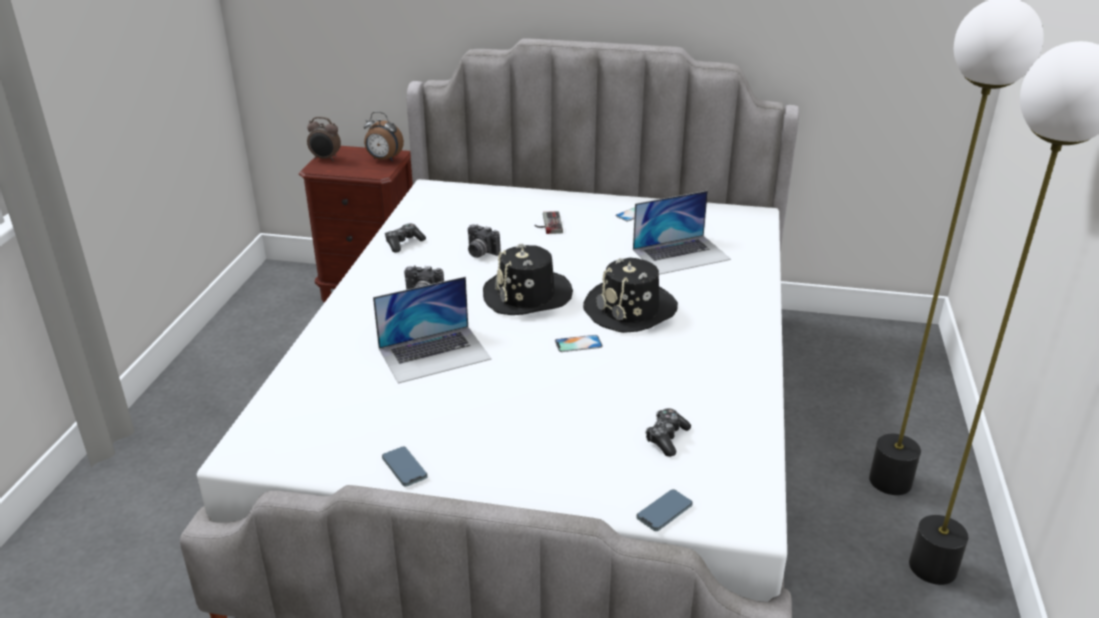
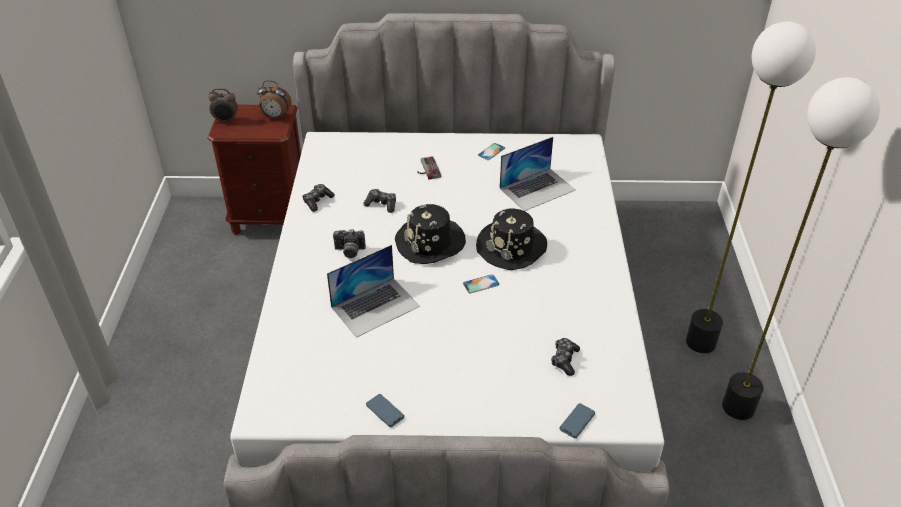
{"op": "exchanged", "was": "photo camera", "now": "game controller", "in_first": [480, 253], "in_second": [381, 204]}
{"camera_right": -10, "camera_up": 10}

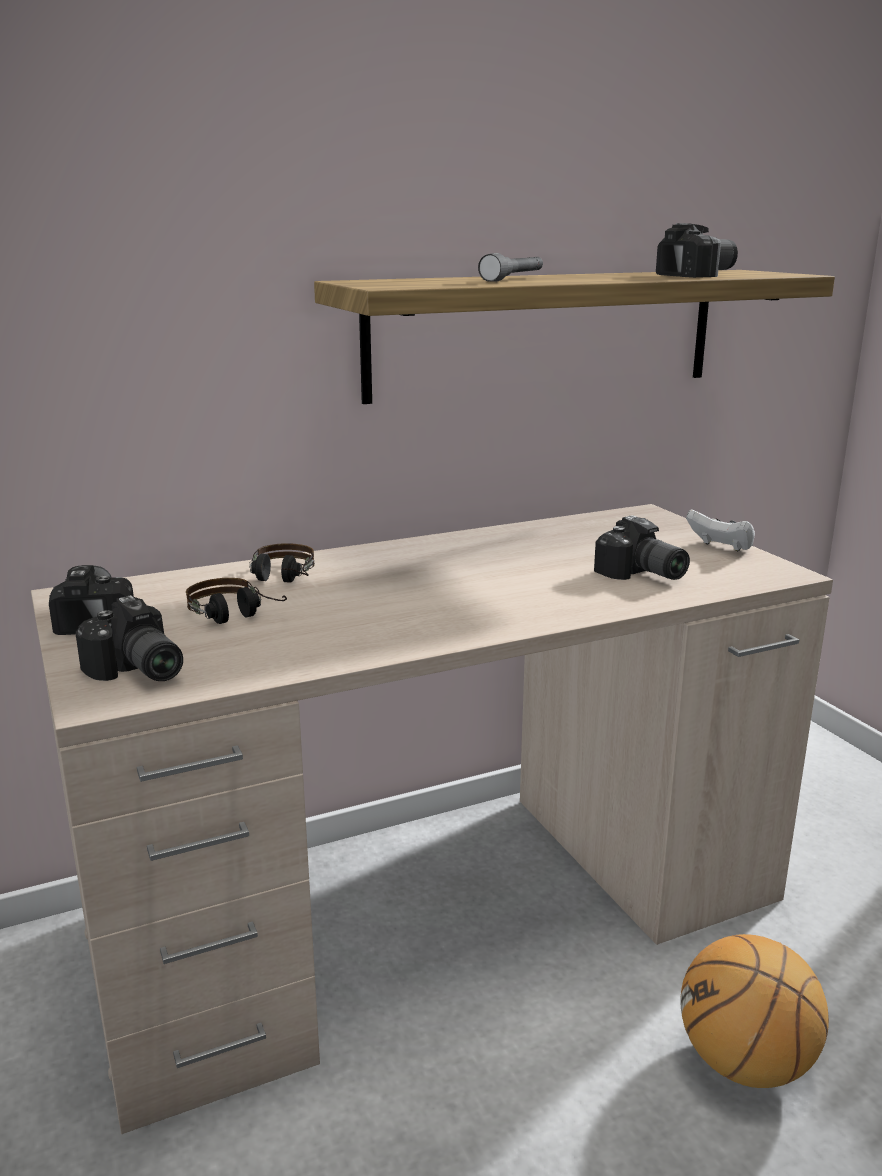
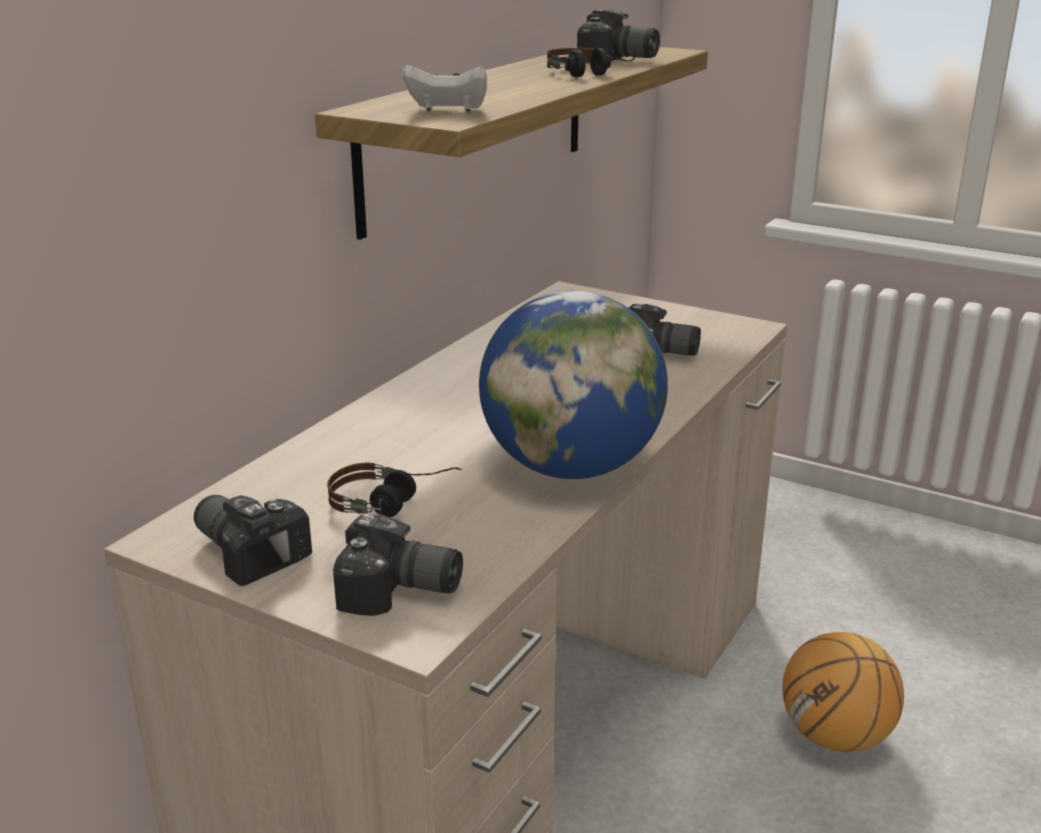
{"op": "missing", "was": "flashlight (grey)", "in_first": [514, 279]}
{"op": "appeared", "now": "globe", "in_second": [570, 467]}
{"op": "relocated", "was": "headphones", "in_first": [282, 580], "in_second": [590, 75]}
{"op": "relocated", "was": "game controller (white)", "in_first": [720, 548], "in_second": [447, 111]}
{"op": "spun", "was": "photo camera", "in_first": [702, 275], "in_second": [617, 60], "clockwise": 90}
{"camera_right": -35, "camera_up": 5}

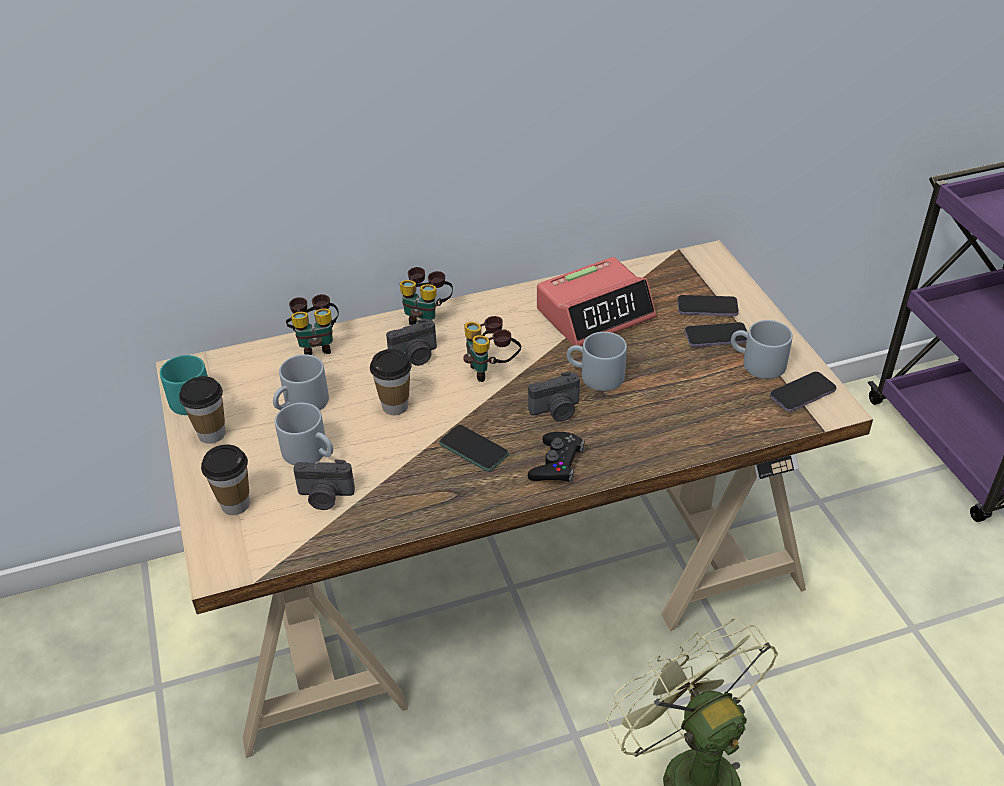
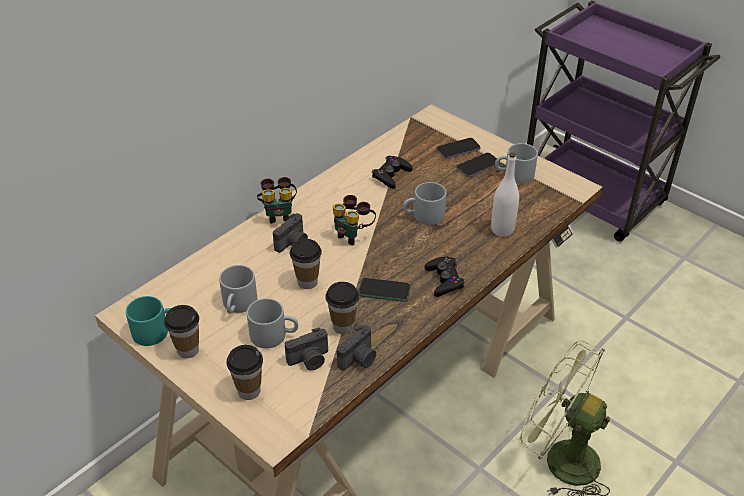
{"op": "missing", "was": "binoculars", "in_first": [316, 344]}
{"op": "missing", "was": "phone", "in_first": [802, 393]}
{"op": "appeared", "now": "cup", "in_second": [343, 326]}
{"op": "appeared", "now": "bottle (white)", "in_second": [502, 230]}
{"op": "relocated", "was": "photo camera", "in_first": [556, 411], "in_second": [359, 359]}
{"op": "exchanged", "was": "alarm clock", "now": "game controller (black)", "in_first": [595, 313], "in_second": [391, 175]}
{"camera_right": -30, "camera_up": 0}

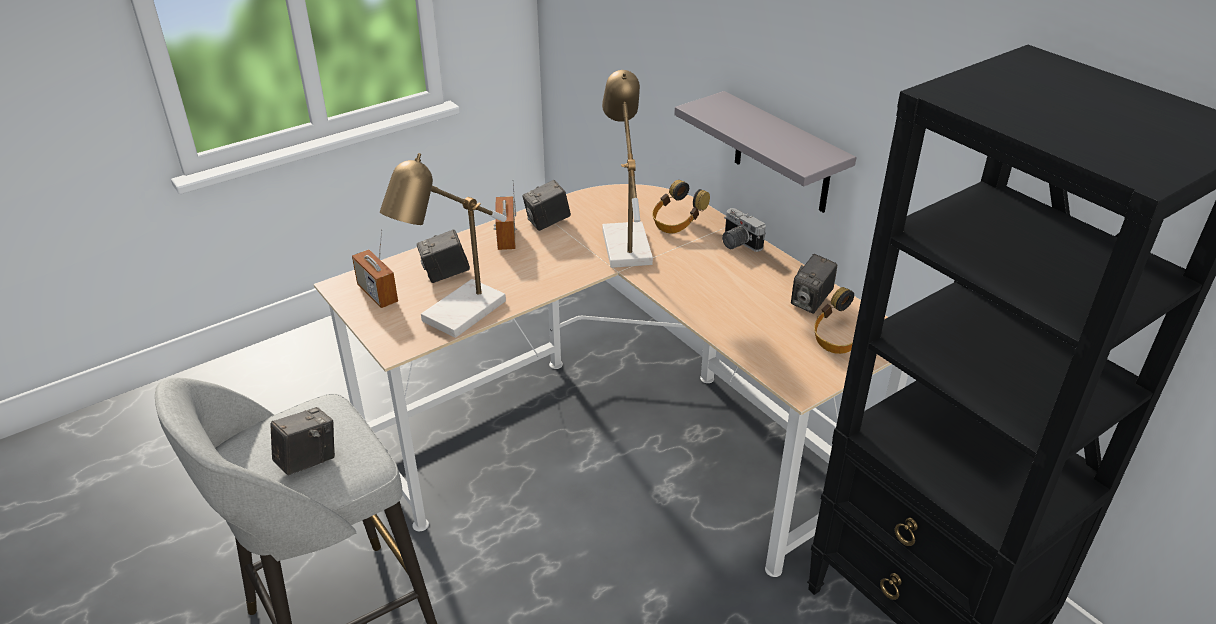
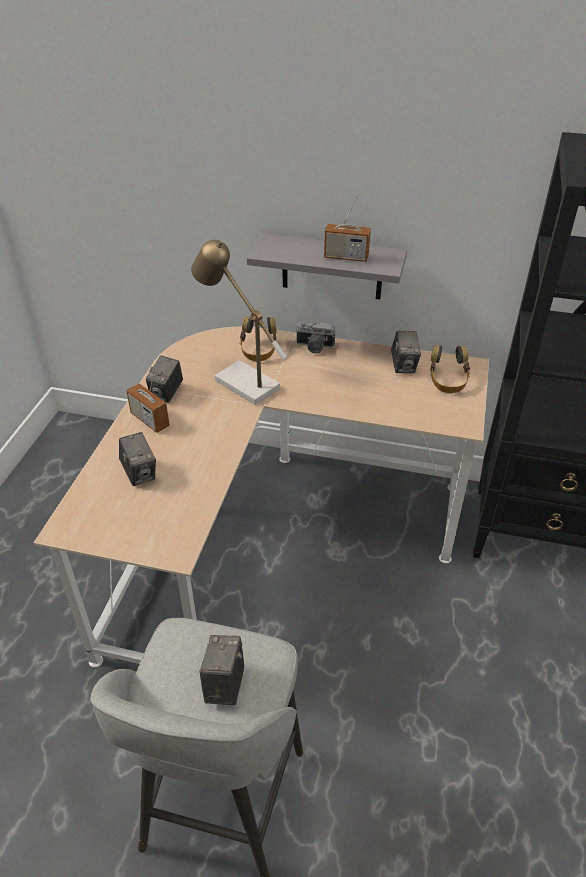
{"op": "missing", "was": "table lamp", "in_first": [457, 317]}
{"op": "relocated", "was": "radio", "in_first": [377, 294], "in_second": [346, 257]}
{"op": "spun", "was": "photo camera", "in_first": [445, 274], "in_second": [140, 473], "clockwise": -60}
{"camera_right": -40, "camera_up": 5}

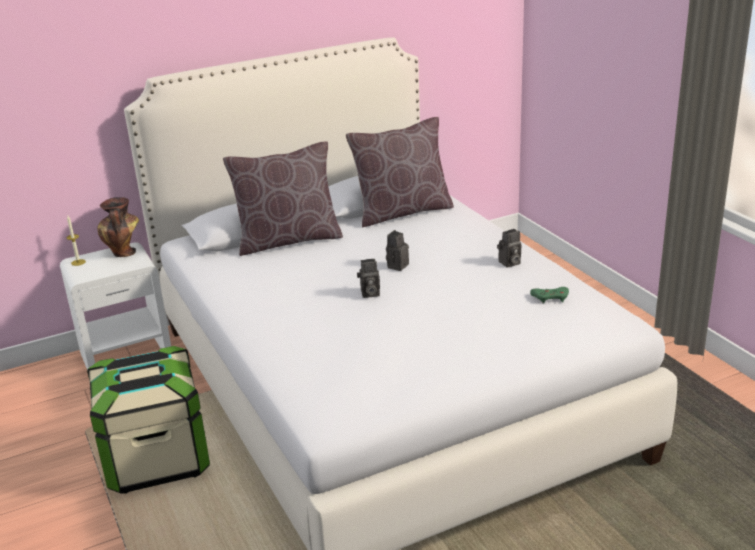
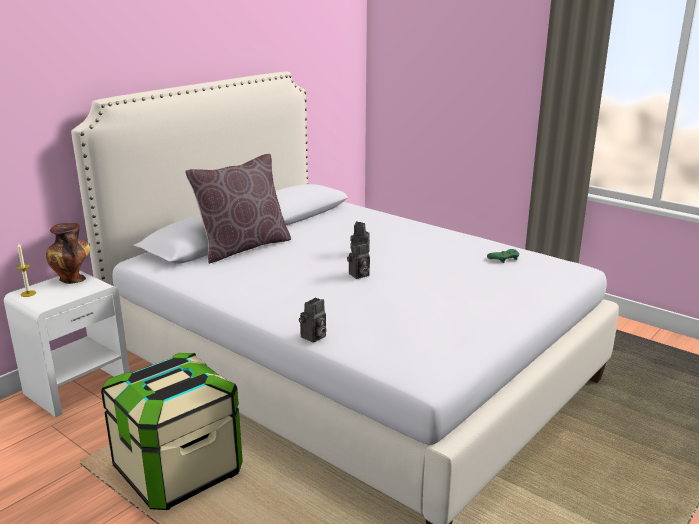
{"op": "missing", "was": "pillow (brown)", "in_first": [402, 212]}
{"op": "relocated", "was": "photo camera", "in_first": [509, 263], "in_second": [313, 337]}
{"camera_right": -25, "camera_up": -5}

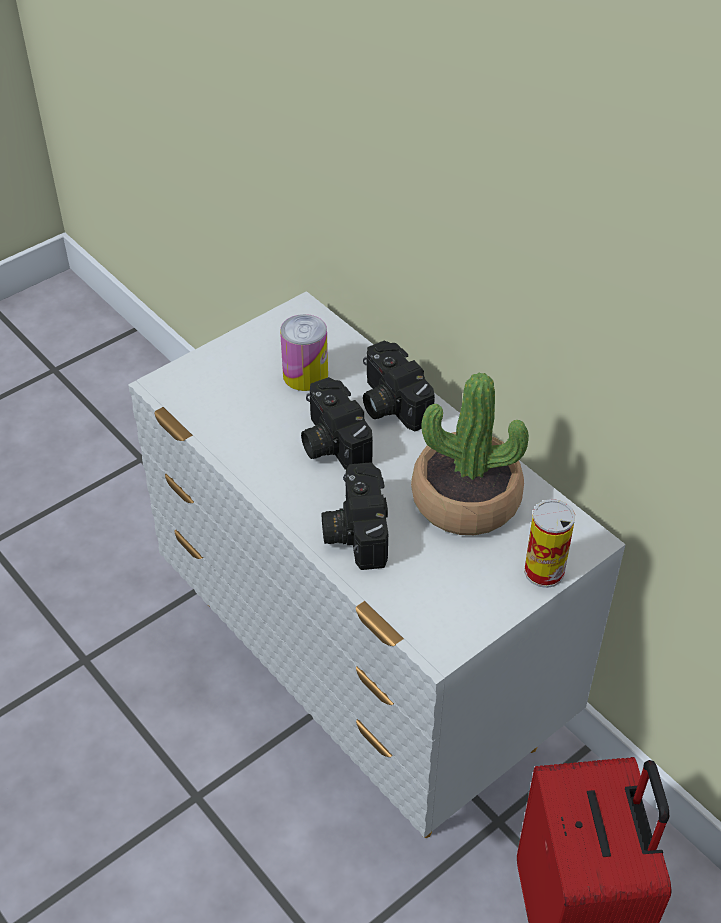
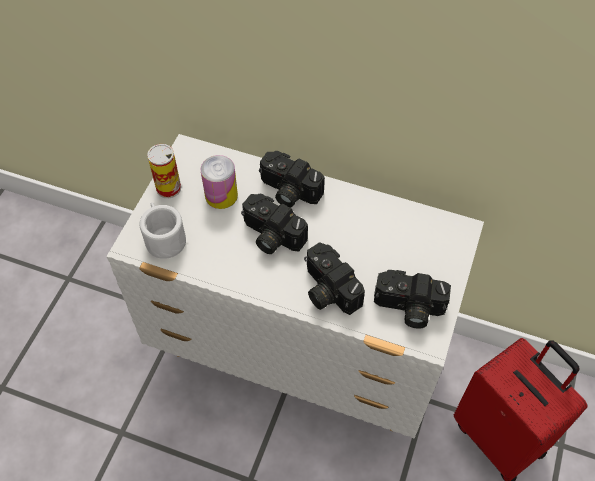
{"op": "missing", "was": "potted plant", "in_first": [465, 499]}
{"op": "appeared", "now": "mug (white)", "in_second": [164, 238]}
{"op": "appeared", "now": "photo camera", "in_second": [408, 308]}
{"op": "relocated", "was": "can", "in_first": [544, 571], "in_second": [168, 188]}
{"camera_right": -30, "camera_up": 10}

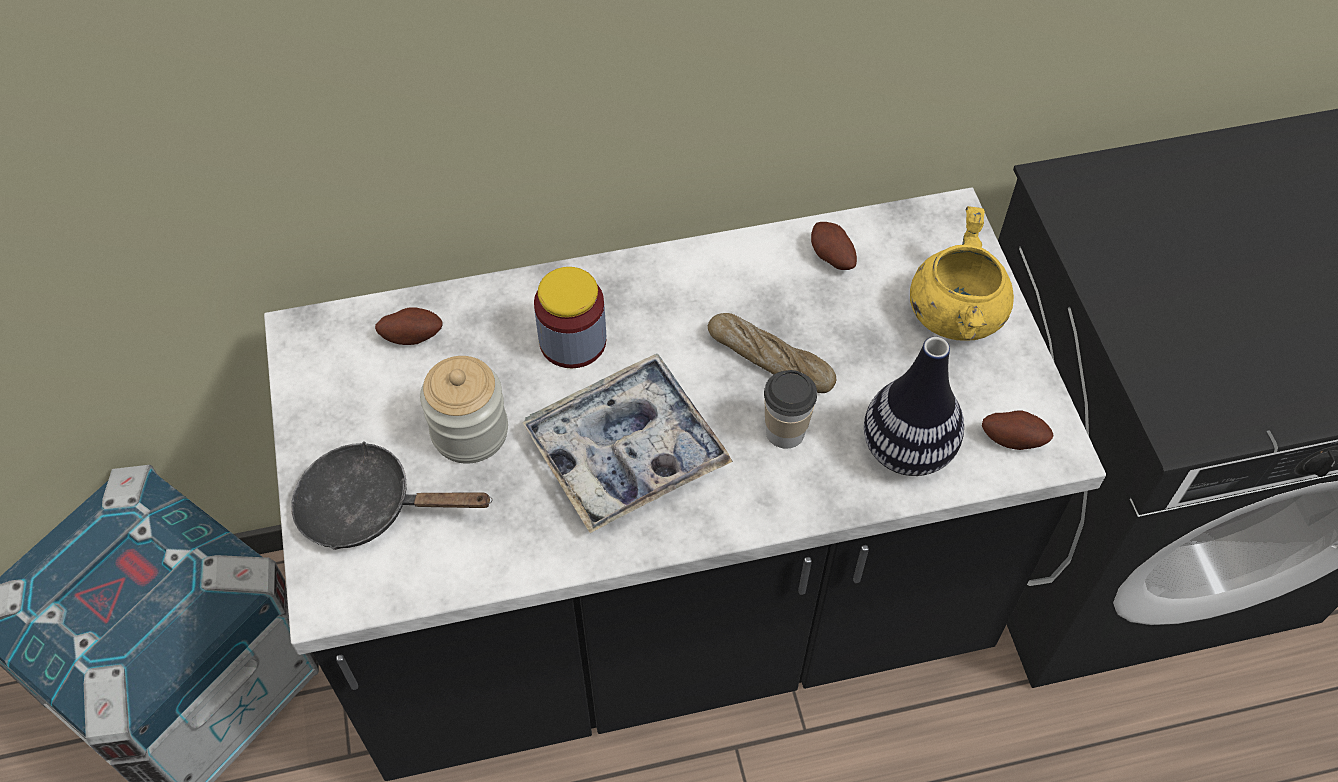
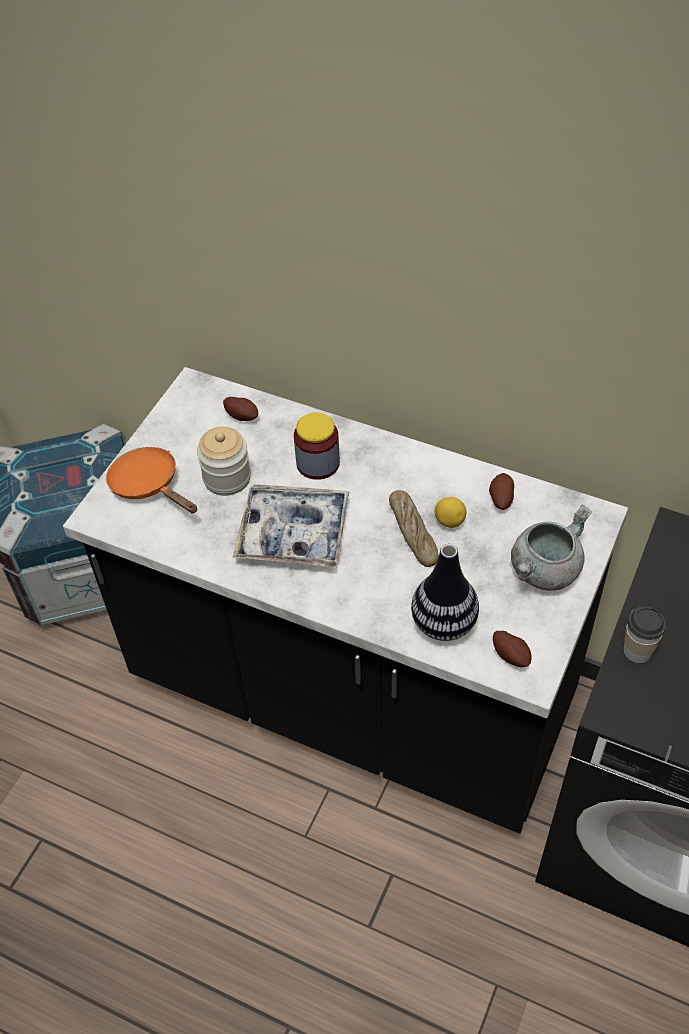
{"op": "appeared", "now": "lemon", "in_second": [449, 521]}
{"op": "relocated", "was": "cup", "in_first": [785, 432], "in_second": [637, 651]}
{"op": "colour", "was": "frying pan (black)", "now": "frying pan (orange)", "in_first": [369, 507], "in_second": [149, 485]}
{"op": "colour", "was": "cooking pot (yellow)", "now": "cooking pot (grey)", "in_first": [955, 313], "in_second": [545, 569]}
{"camera_right": 40, "camera_up": -5}

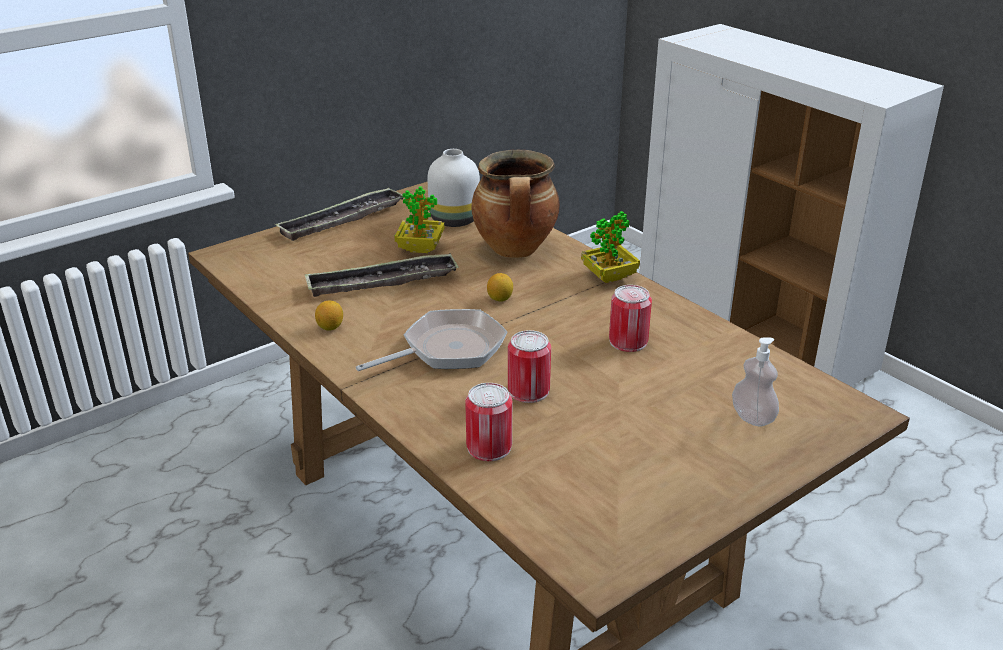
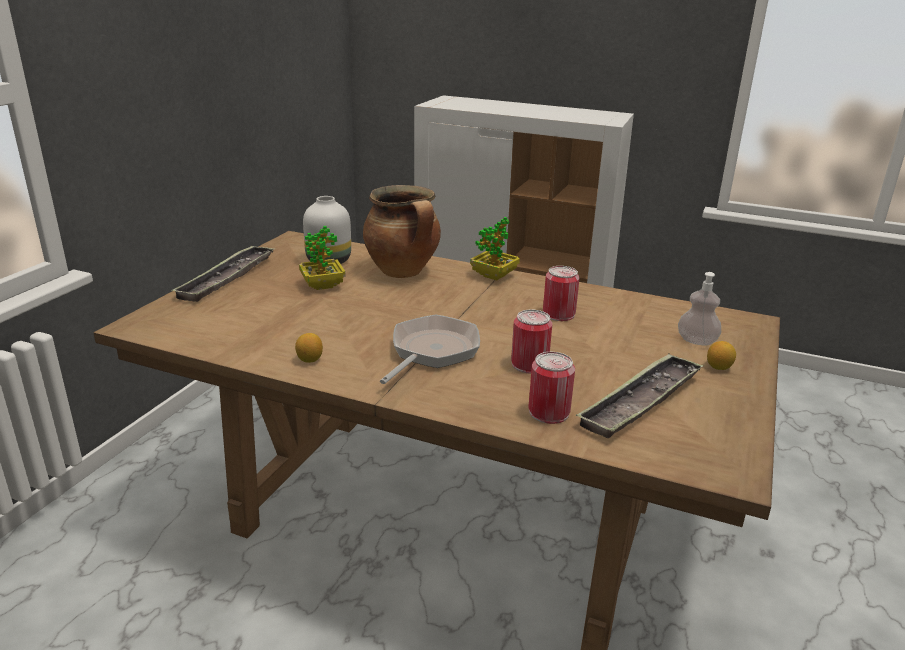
{"op": "relocated", "was": "tray", "in_first": [382, 282], "in_second": [641, 401]}
{"op": "relocated", "was": "lemon", "in_first": [500, 299], "in_second": [718, 367]}
{"camera_right": -30, "camera_up": -5}

